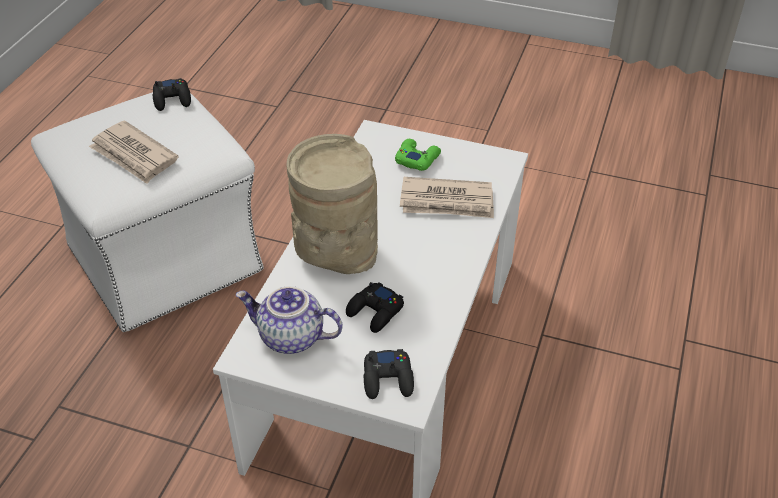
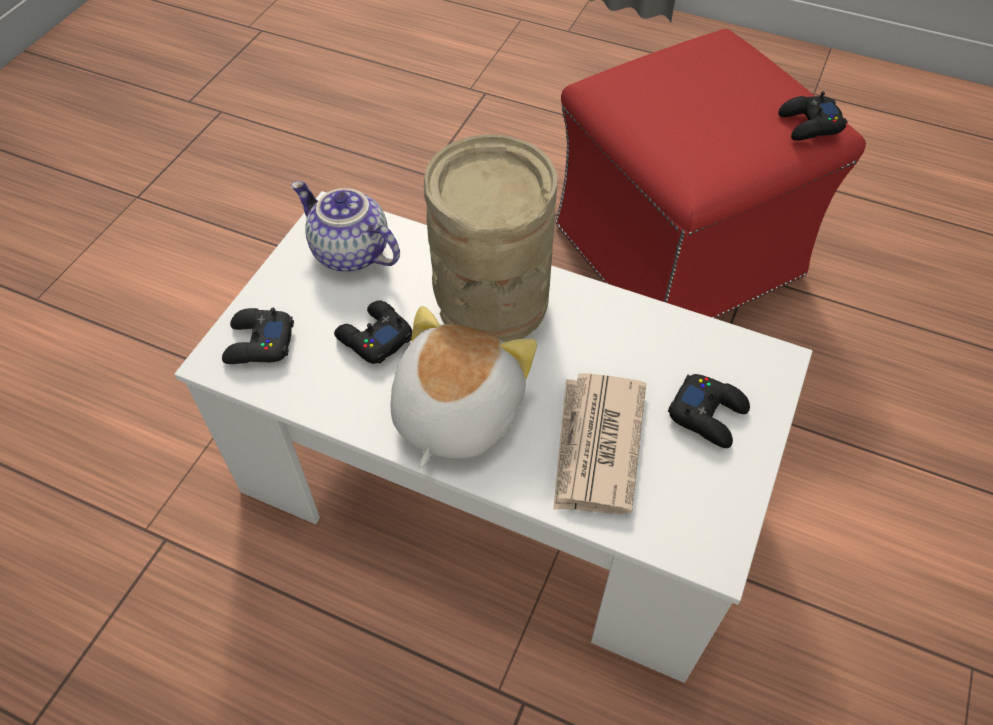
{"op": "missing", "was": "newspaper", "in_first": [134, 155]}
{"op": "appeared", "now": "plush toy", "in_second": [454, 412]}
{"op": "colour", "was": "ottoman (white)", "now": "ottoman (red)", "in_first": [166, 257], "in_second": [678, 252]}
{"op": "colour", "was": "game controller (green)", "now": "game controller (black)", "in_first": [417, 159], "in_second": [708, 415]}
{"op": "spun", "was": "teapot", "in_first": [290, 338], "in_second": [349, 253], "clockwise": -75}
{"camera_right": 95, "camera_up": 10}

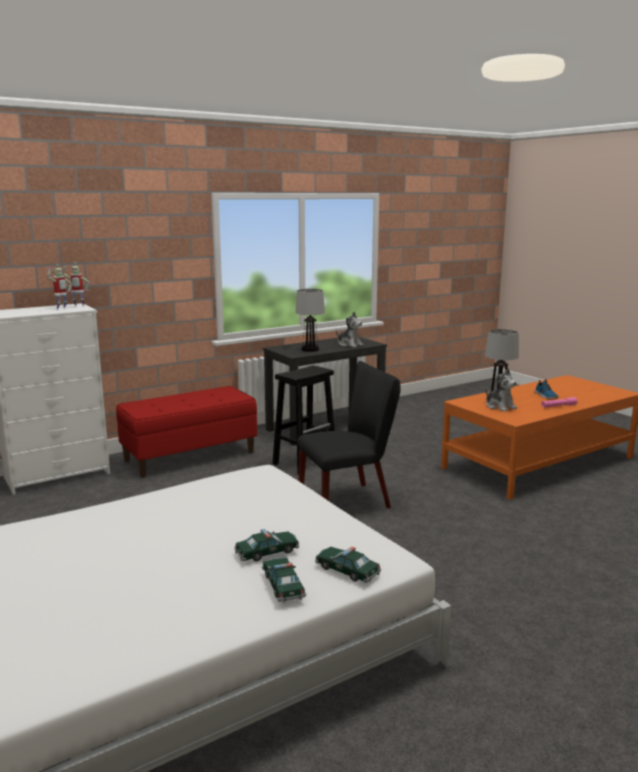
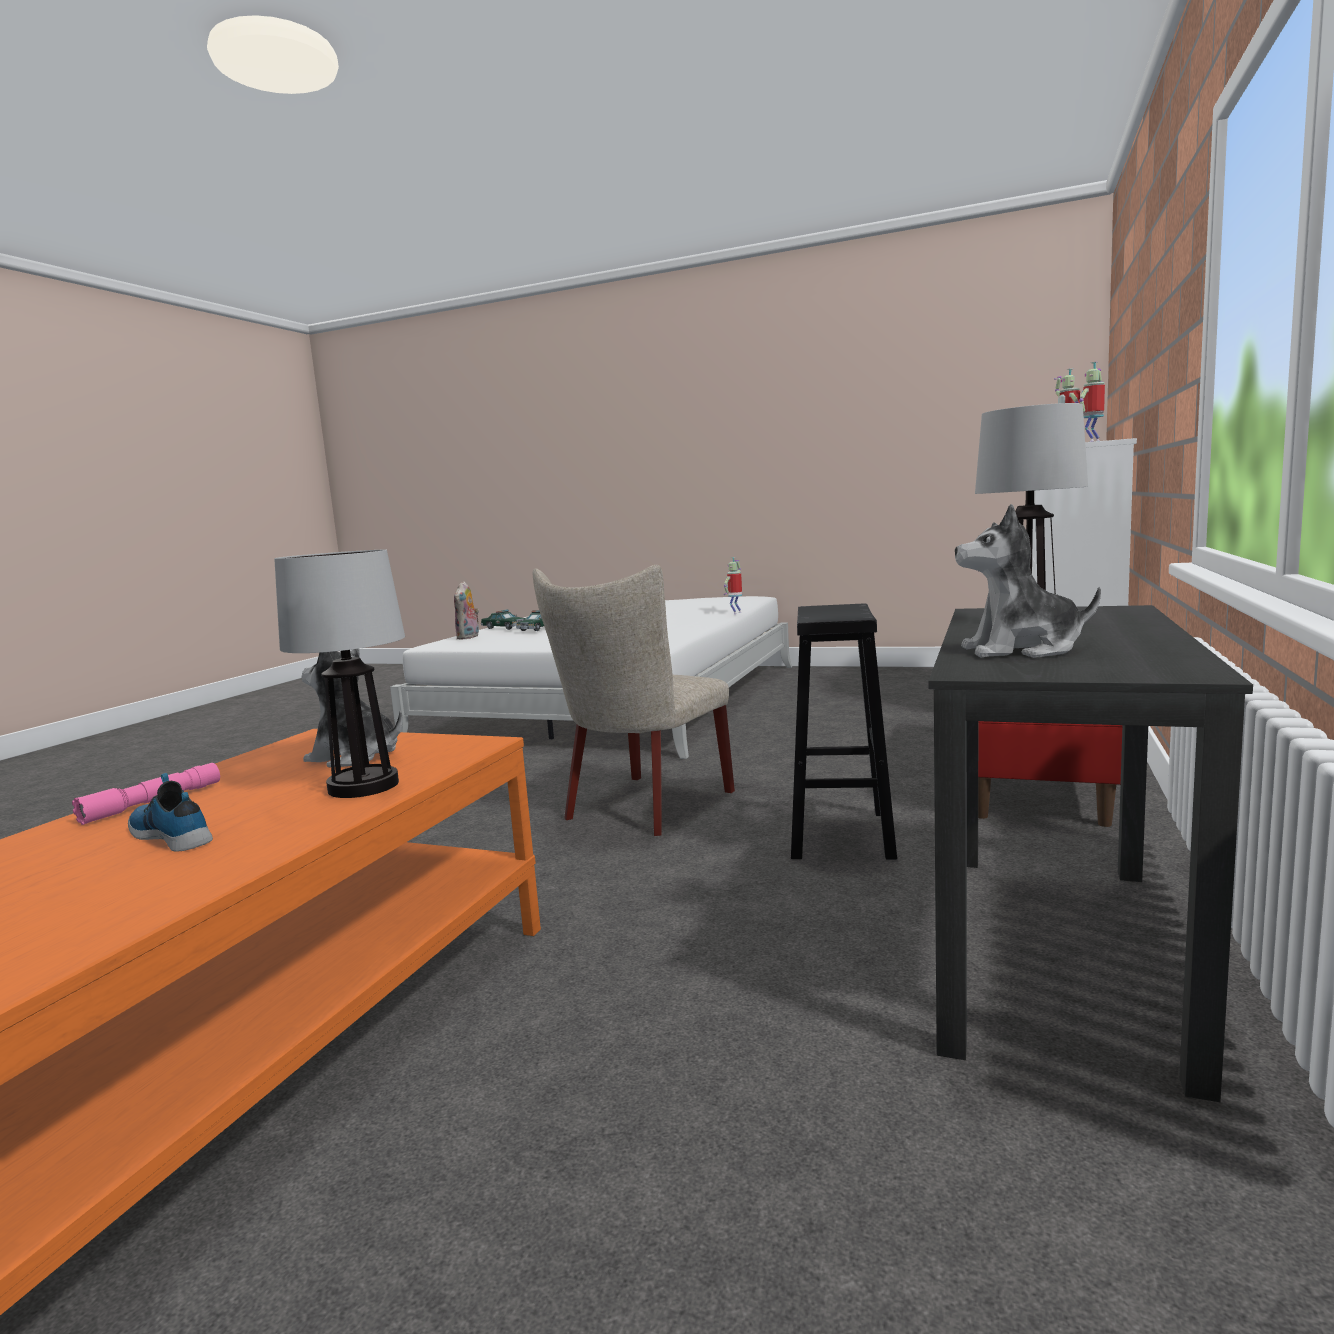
{"op": "appeared", "now": "toy robot", "in_second": [735, 613]}
{"op": "exchanged", "was": "toy car", "now": "plush toy", "in_first": [347, 571], "in_second": [469, 637]}
{"op": "colour", "was": "chair (black)", "now": "chair (beige)", "in_first": [350, 500], "in_second": [642, 808]}
{"camera_right": 145, "camera_up": -5}

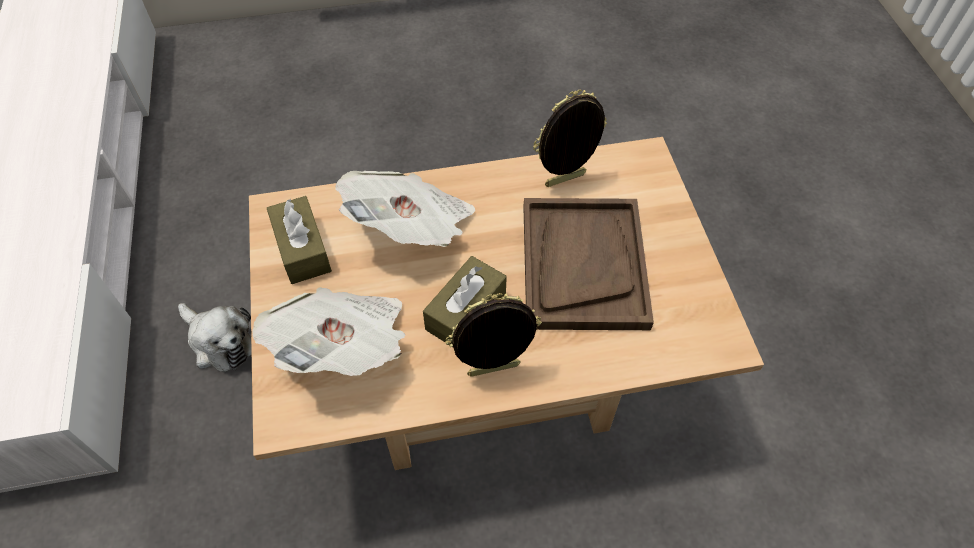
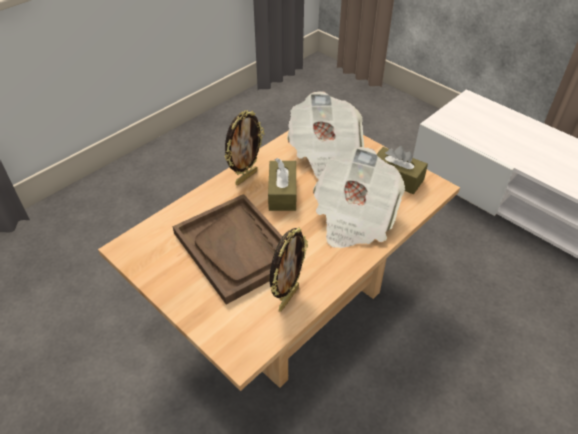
{"op": "missing", "was": "plush toy", "in_first": [220, 342]}
{"camera_right": 145, "camera_up": -10}

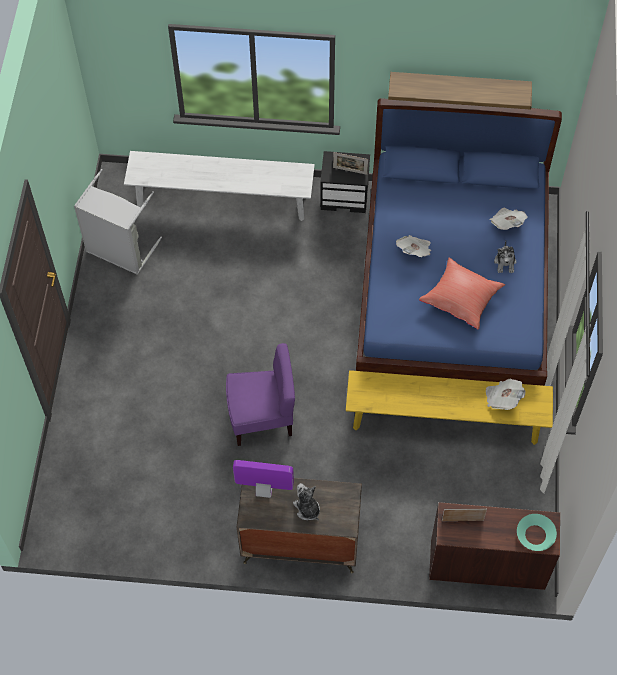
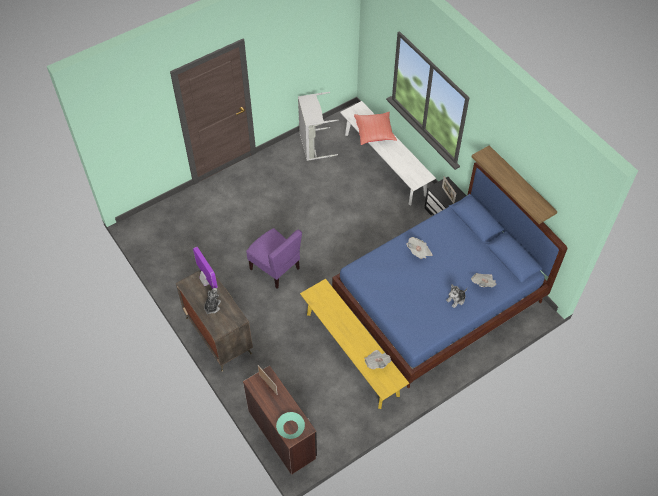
{"op": "relocated", "was": "pillow (red)", "in_first": [461, 299], "in_second": [375, 133]}
{"camera_right": 50, "camera_up": -5}

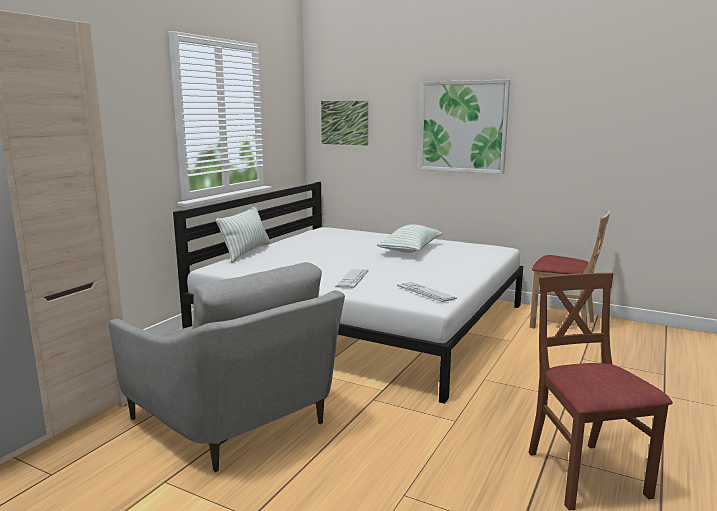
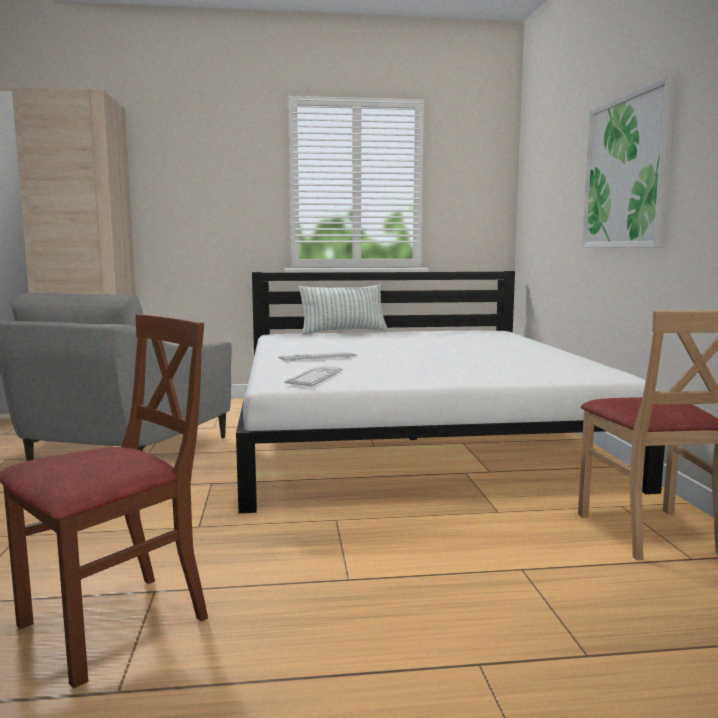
{"op": "missing", "was": "picture", "in_first": [344, 122]}
{"op": "missing", "was": "pillow", "in_first": [410, 250]}
{"camera_right": 55, "camera_up": -5}

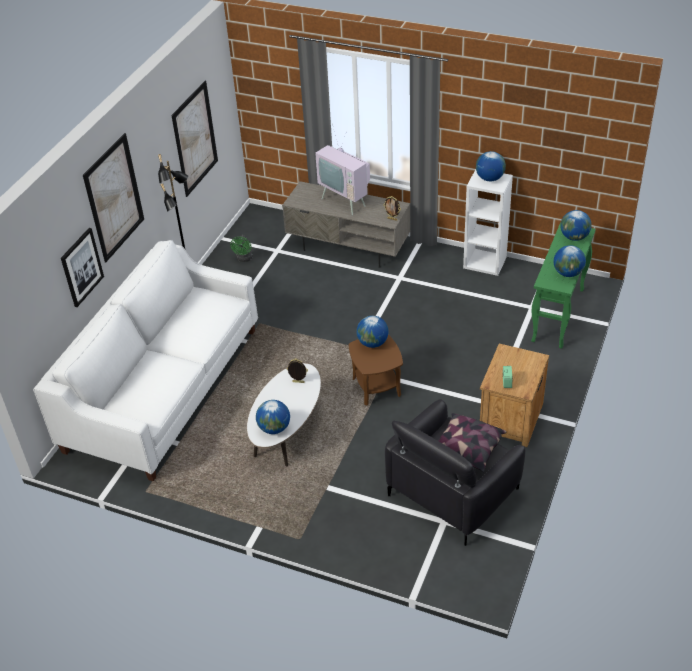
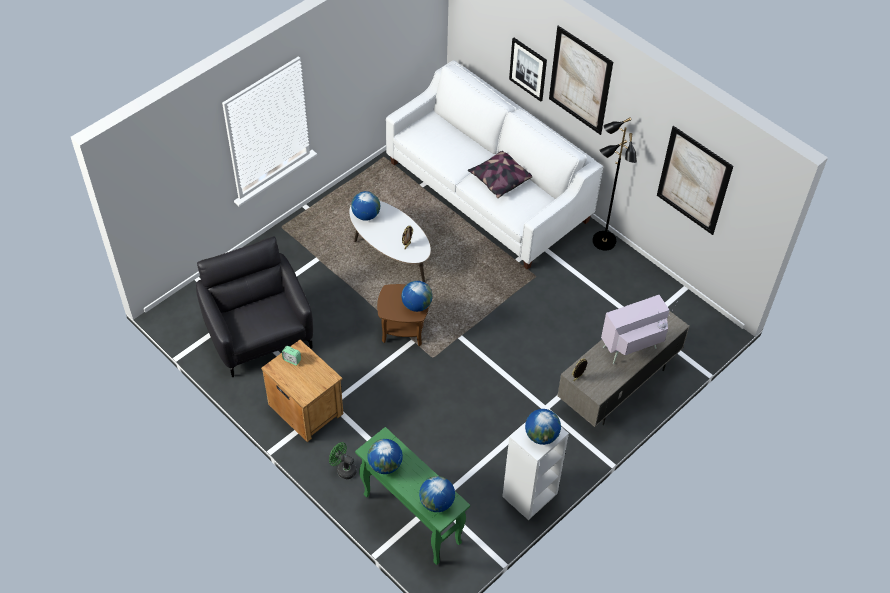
{"op": "relocated", "was": "fan (green)", "in_first": [244, 259], "in_second": [343, 469]}
{"op": "relocated", "was": "pillow", "in_first": [467, 449], "in_second": [499, 179]}
{"camera_right": 110, "camera_up": 10}

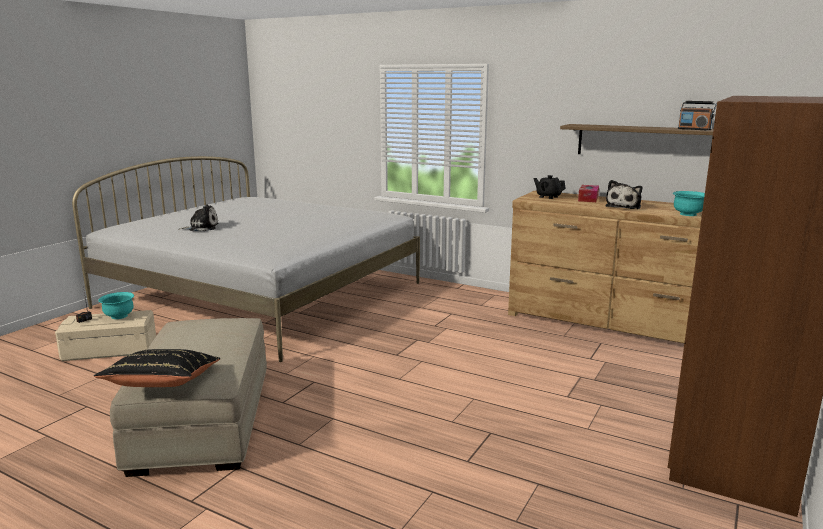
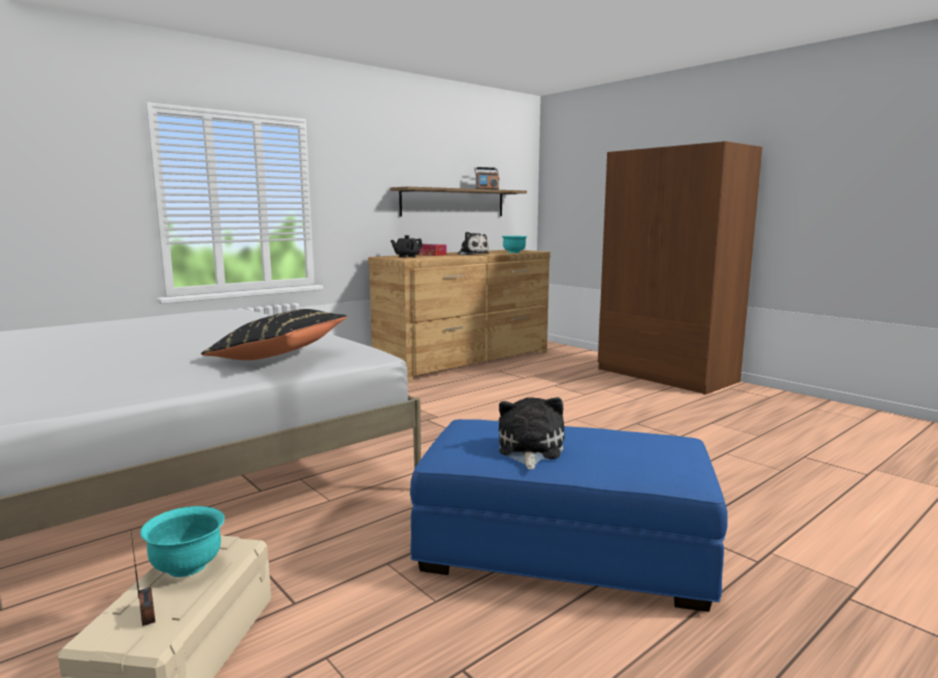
{"op": "relocated", "was": "pillow (black)", "in_first": [163, 385], "in_second": [279, 356]}
{"op": "relocated", "was": "plush toy", "in_first": [202, 228], "in_second": [529, 450]}
{"op": "colour", "was": "ottoman (beige)", "now": "ottoman (blue)", "in_first": [203, 419], "in_second": [562, 549]}
{"camera_right": -70, "camera_up": -5}

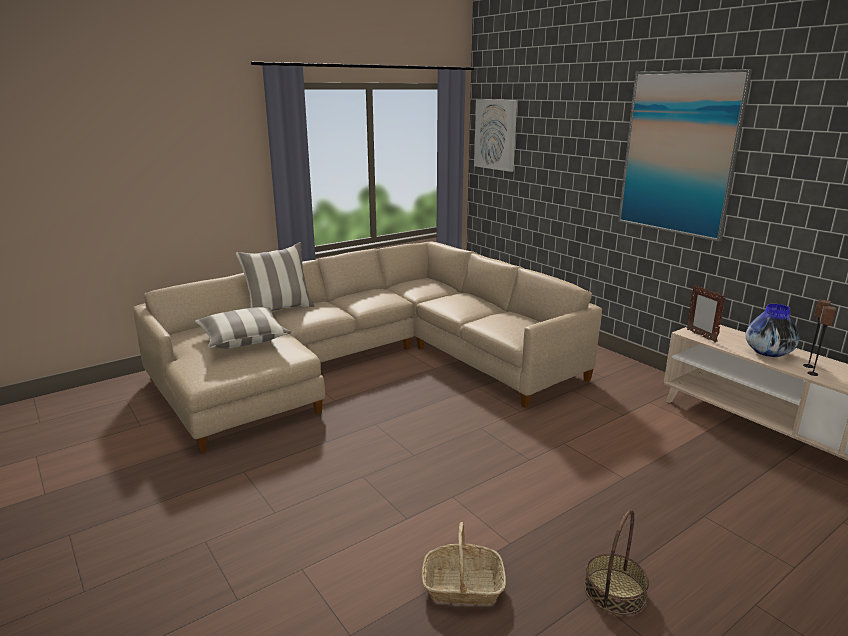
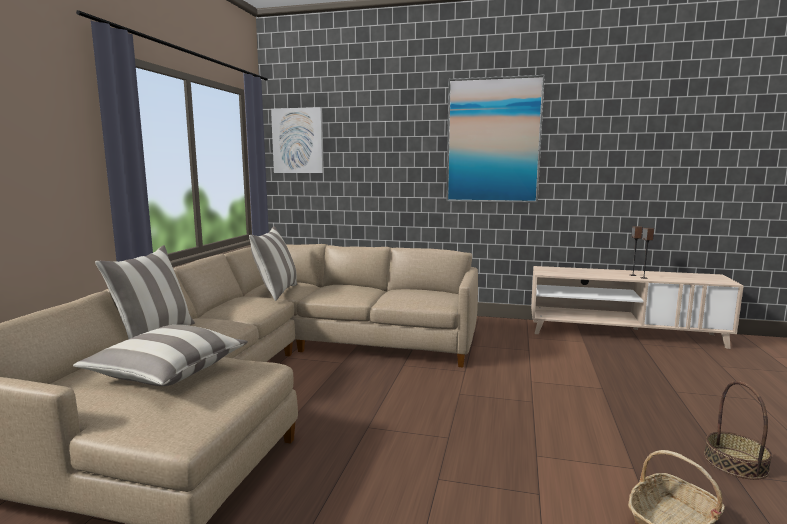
{"op": "missing", "was": "picture frame", "in_first": [701, 336]}
{"op": "missing", "was": "vase", "in_first": [768, 353]}
{"op": "appeared", "now": "pillow", "in_second": [276, 292]}
{"camera_right": -40, "camera_up": -10}

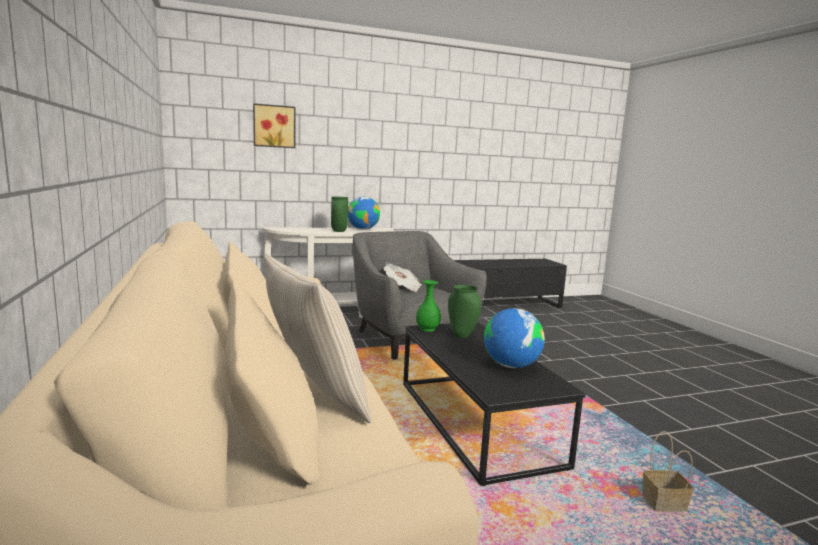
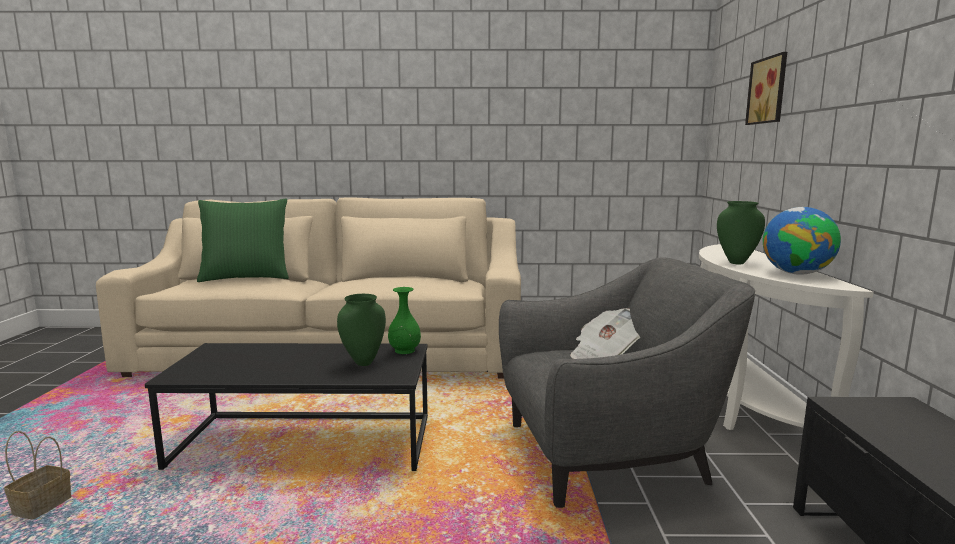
{"op": "missing", "was": "globe", "in_first": [511, 366]}
{"op": "colour", "was": "pillow (beige)", "now": "pillow (green)", "in_first": [313, 398], "in_second": [246, 277]}
{"camera_right": 110, "camera_up": 0}

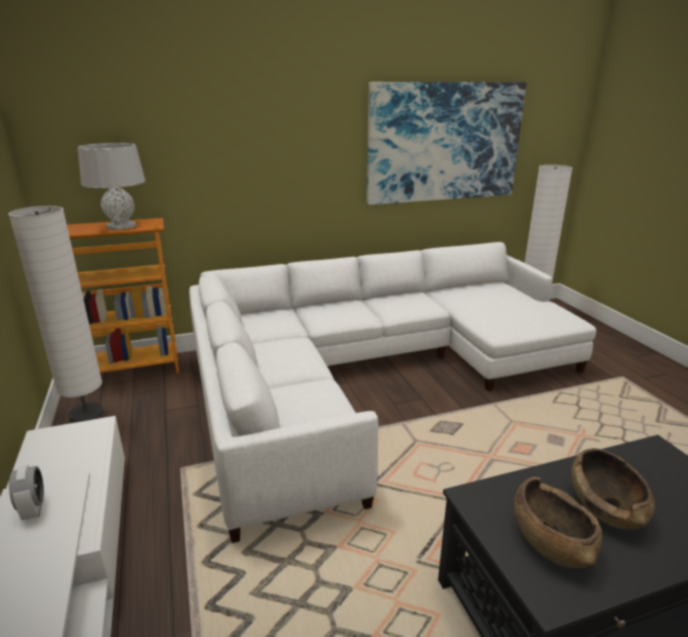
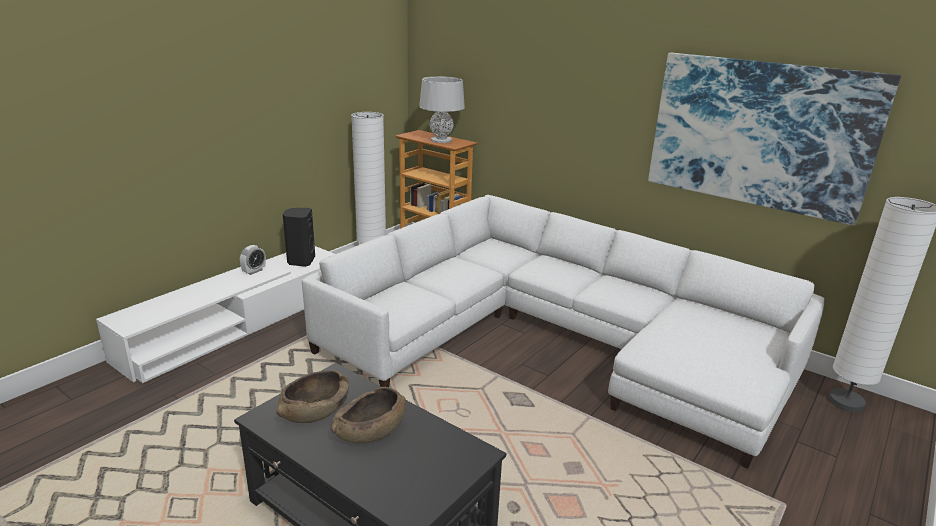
{"op": "appeared", "now": "speaker (black)", "in_second": [300, 261]}
{"camera_right": 55, "camera_up": 0}

